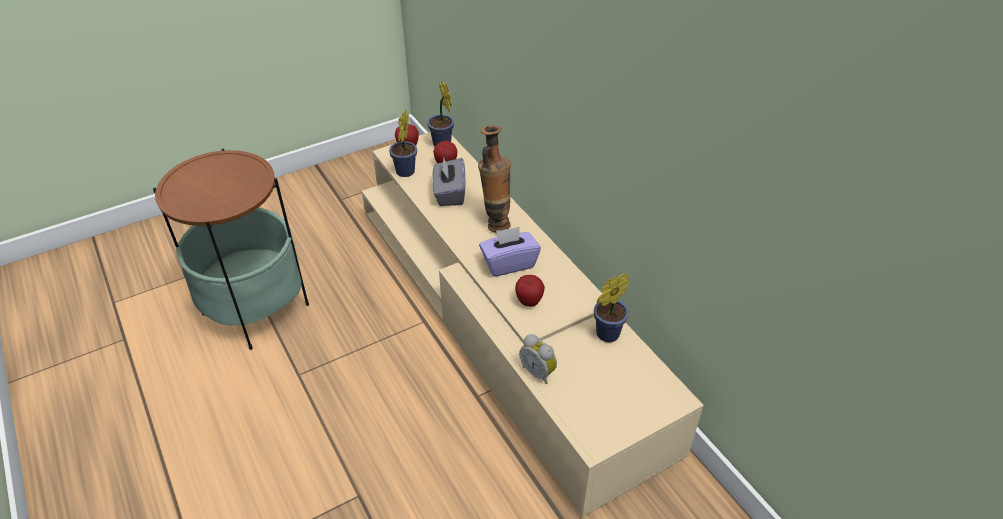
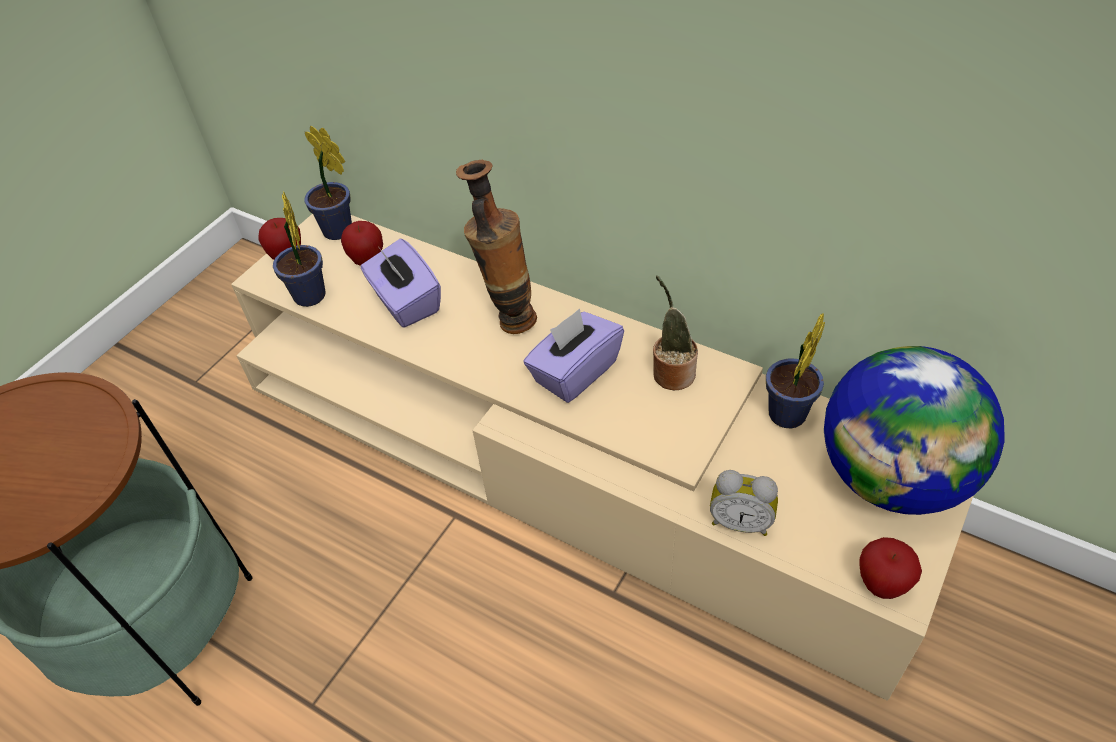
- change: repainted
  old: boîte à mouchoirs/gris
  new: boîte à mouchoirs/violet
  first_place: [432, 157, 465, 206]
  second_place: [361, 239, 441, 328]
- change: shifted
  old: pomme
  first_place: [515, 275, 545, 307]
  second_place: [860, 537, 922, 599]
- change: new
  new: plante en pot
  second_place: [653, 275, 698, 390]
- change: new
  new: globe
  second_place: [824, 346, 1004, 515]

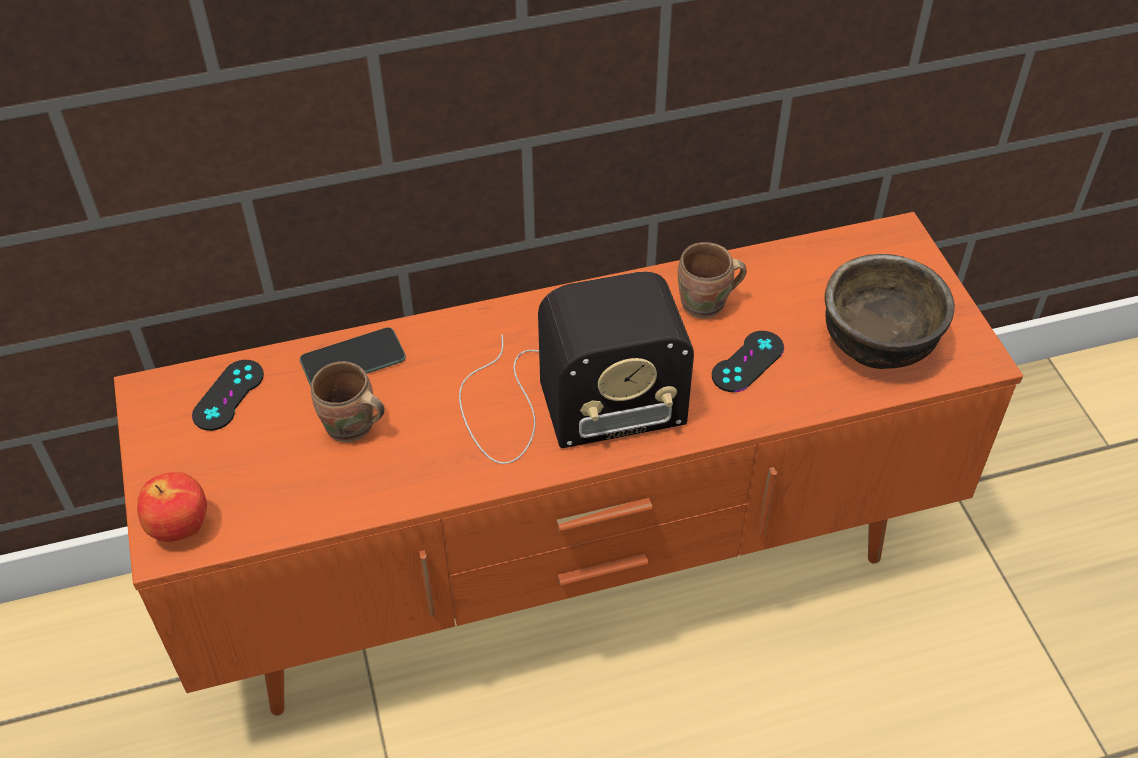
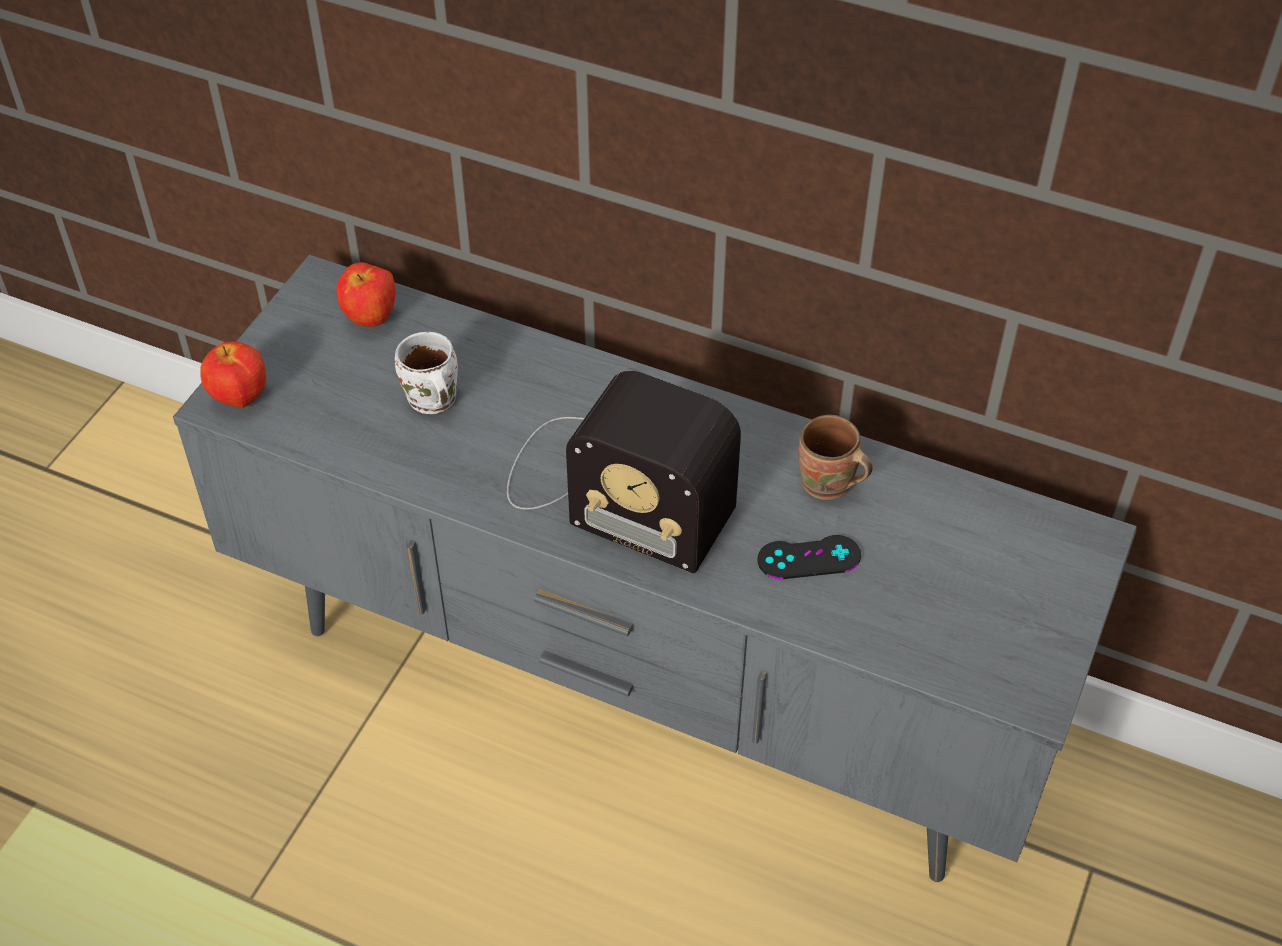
- change: repainted
  old: meuble télé/orange
  new: meuble télé/gris
  first_place: [114, 212, 1023, 716]
  second_place: [173, 255, 1137, 882]
- change: swapped
  old: manette/noir
  new: pomme
  first_place: [192, 360, 264, 431]
  second_place: [336, 262, 396, 327]
- change: gone
  old: téléphone
  first_place: [300, 327, 406, 386]
- change: repainted
  old: mug/marron
  new: mug/blanc
  first_place: [311, 361, 385, 442]
  second_place: [395, 332, 458, 414]
- change: gone
  old: bol/marron
  first_place: [825, 254, 955, 369]

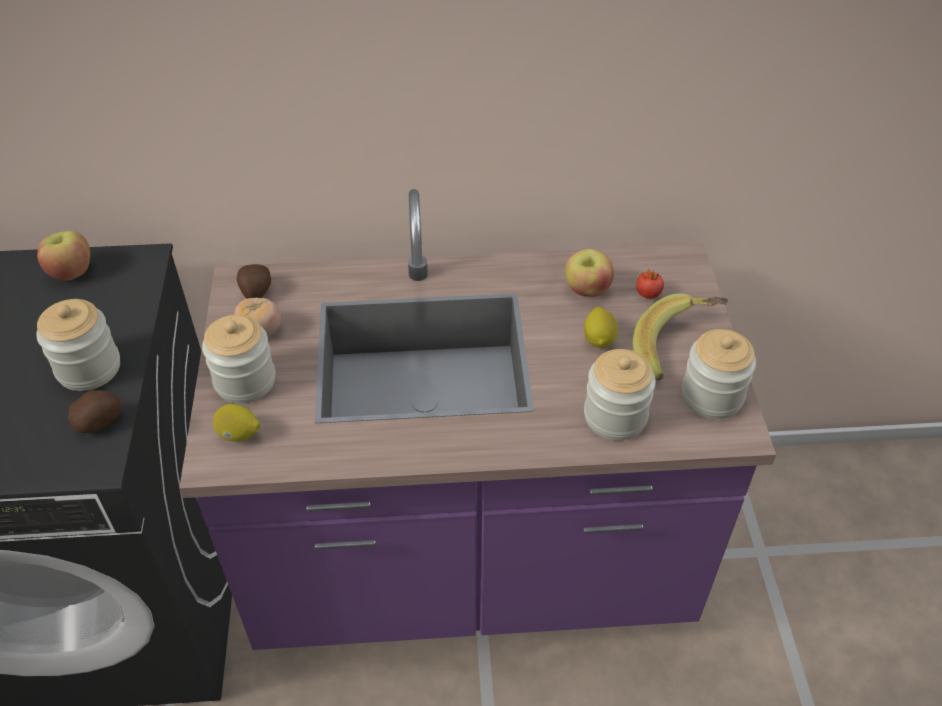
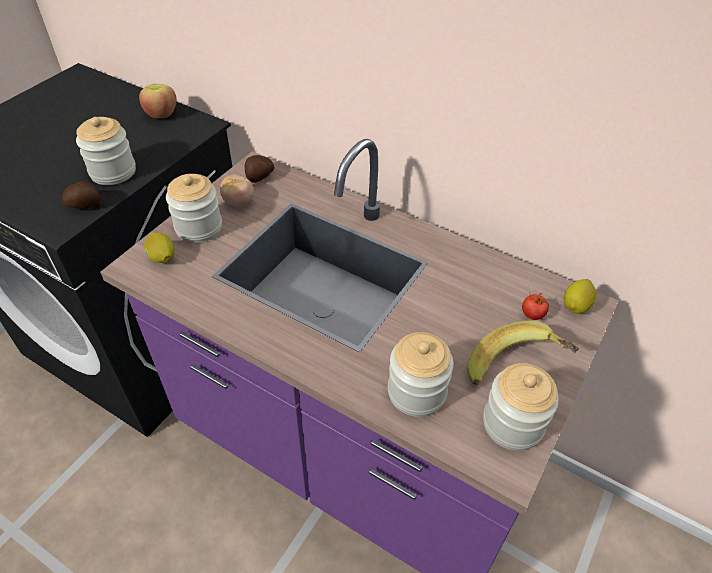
- change: gone
  old: pomme
  first_place: [565, 249, 614, 297]
- change: shifted
  old: citron
  first_place: [584, 307, 618, 348]
  second_place: [563, 279, 597, 314]

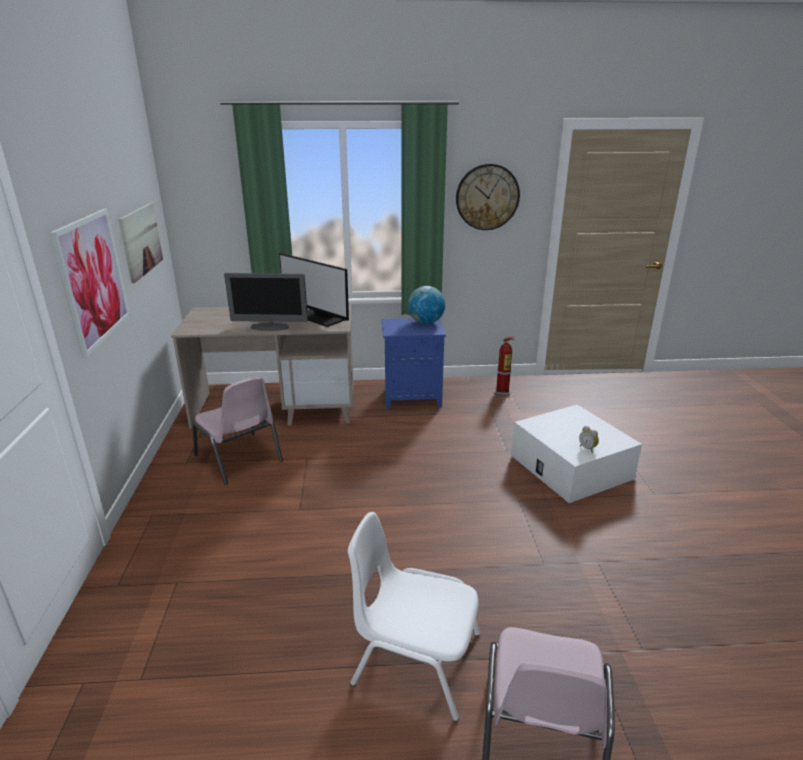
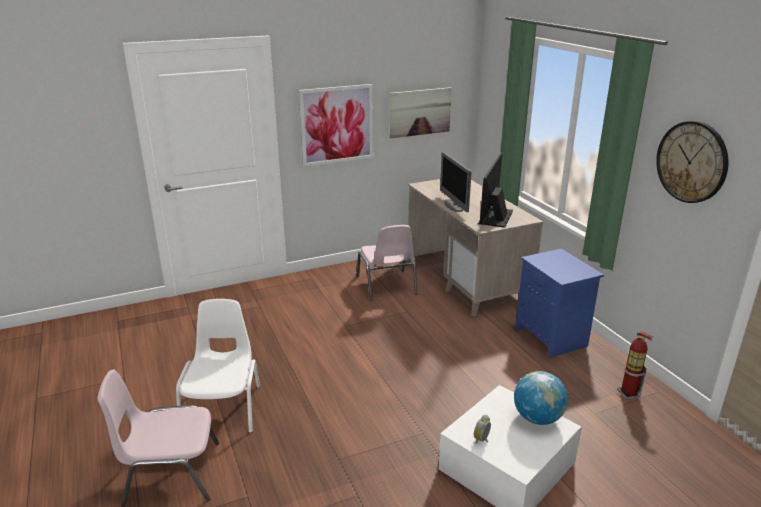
- change: rotated
  old: chaise/rose
  first_place: [193, 377, 283, 485]
  second_place: [357, 225, 417, 301]
  degrees: -45
- change: shifted
  old: globe
  first_place: [408, 286, 445, 324]
  second_place: [514, 371, 568, 425]

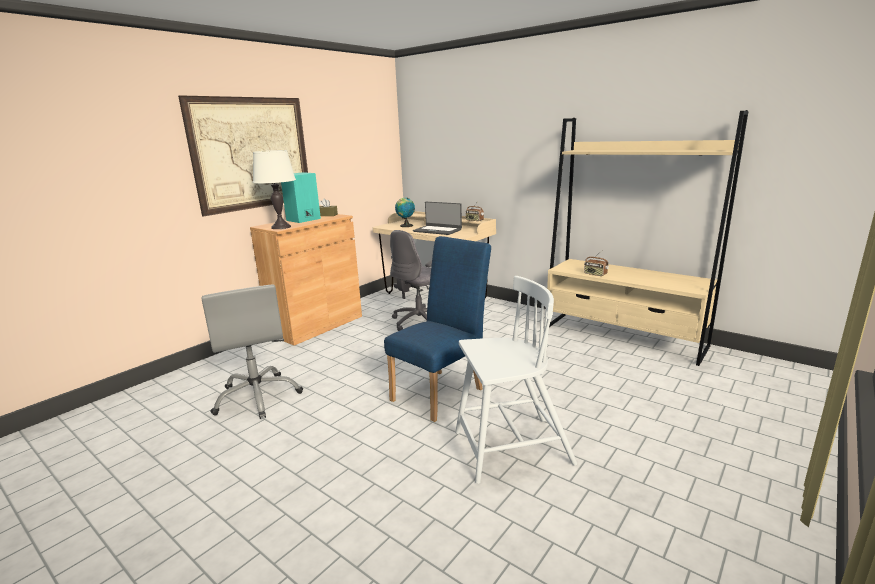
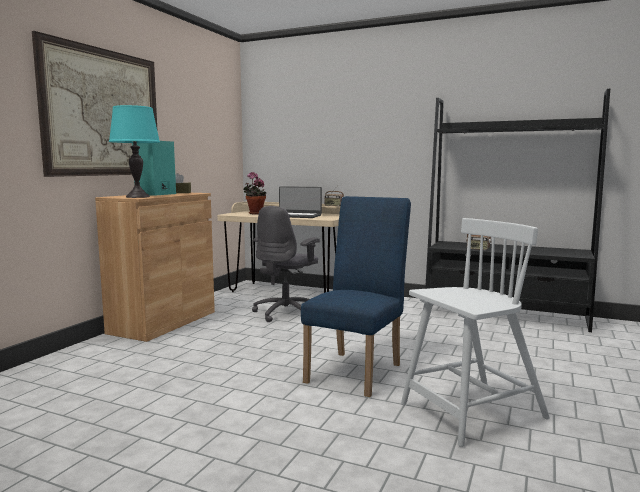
- change: gone
  old: chaise de bureau/gris
  first_place: [201, 285, 303, 419]
- change: repainted
  old: lampe de table/blanc
  new: lampe de table/turquoise
  first_place: [253, 150, 296, 229]
  second_place: [109, 105, 160, 198]
- change: swapped
  old: globe
  new: plante en pot
  first_place: [395, 198, 415, 227]
  second_place: [243, 172, 266, 214]
- change: repainted
  old: bibliothèque/beige
  new: bibliothèque/noir
  first_place: [547, 110, 749, 366]
  second_place: [425, 89, 610, 332]

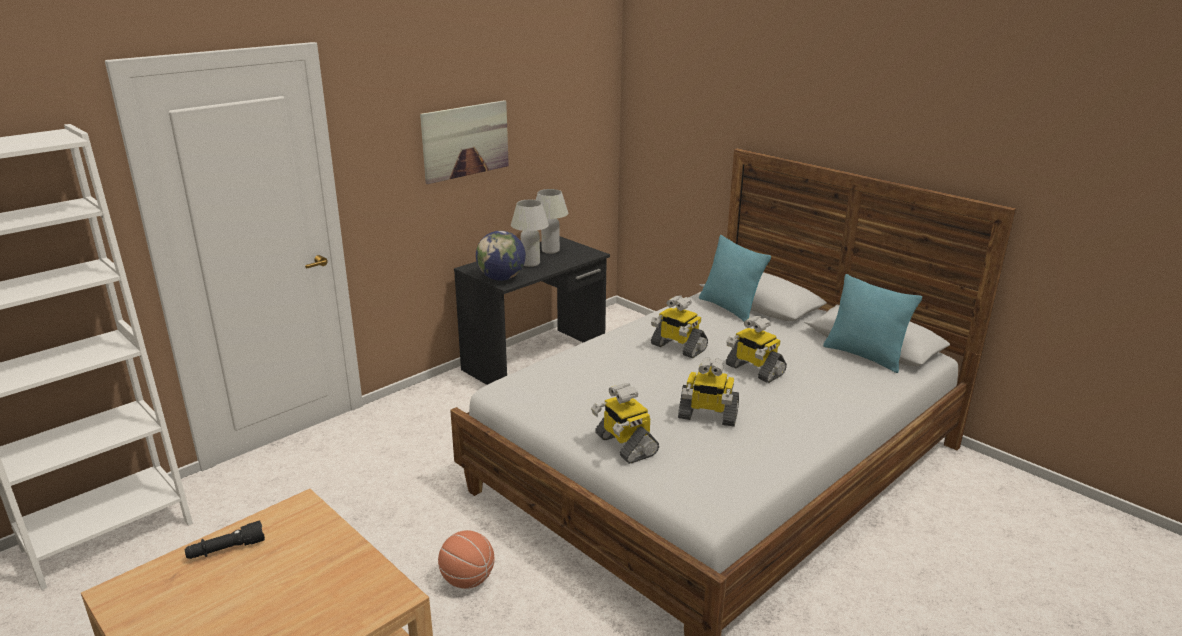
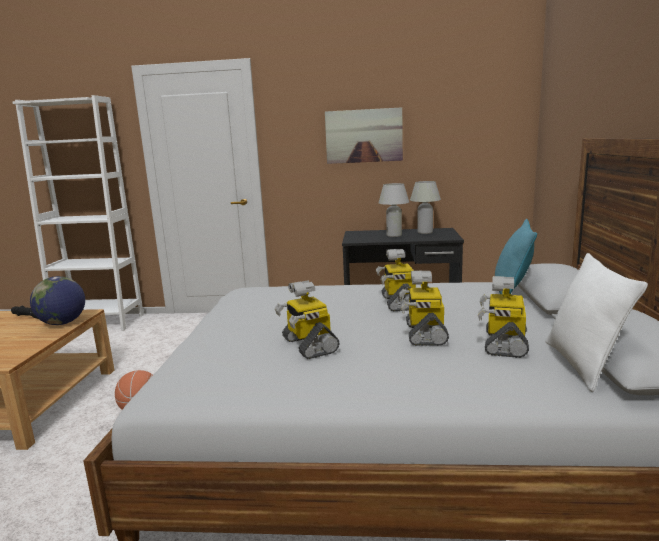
- change: shifted
  old: globe
  first_place: [476, 231, 526, 281]
  second_place: [30, 276, 85, 325]
- change: shifted
  old: robot jouet
  first_place: [591, 383, 659, 464]
  second_place: [478, 276, 529, 358]
- change: repainted
  old: coussin/turquoise
  new: coussin/blanc
  first_place: [823, 274, 922, 373]
  second_place: [546, 253, 648, 392]

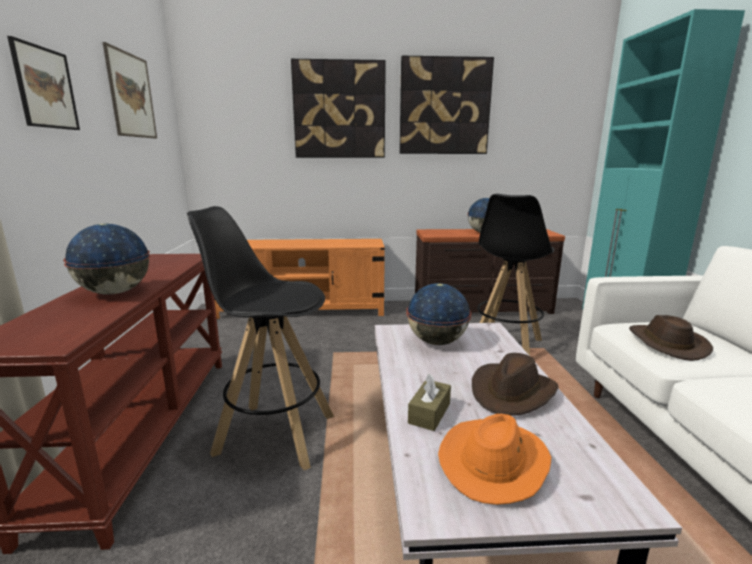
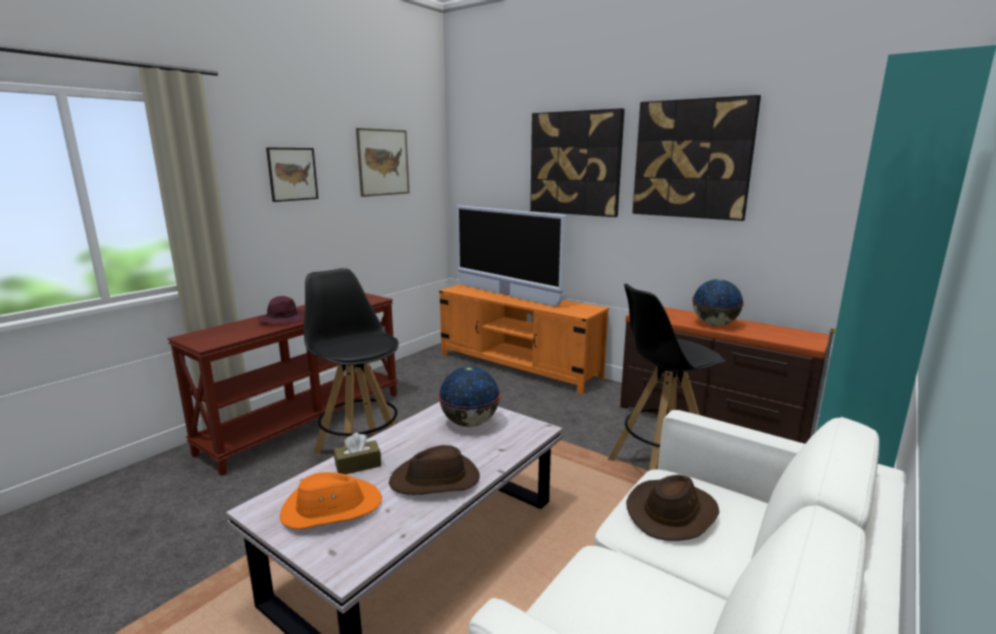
- change: swapped
  old: globe
  new: chapeau/violet
  first_place: [63, 224, 150, 295]
  second_place: [257, 296, 305, 324]
- change: new
  new: téléviseur
  second_place: [456, 206, 566, 307]

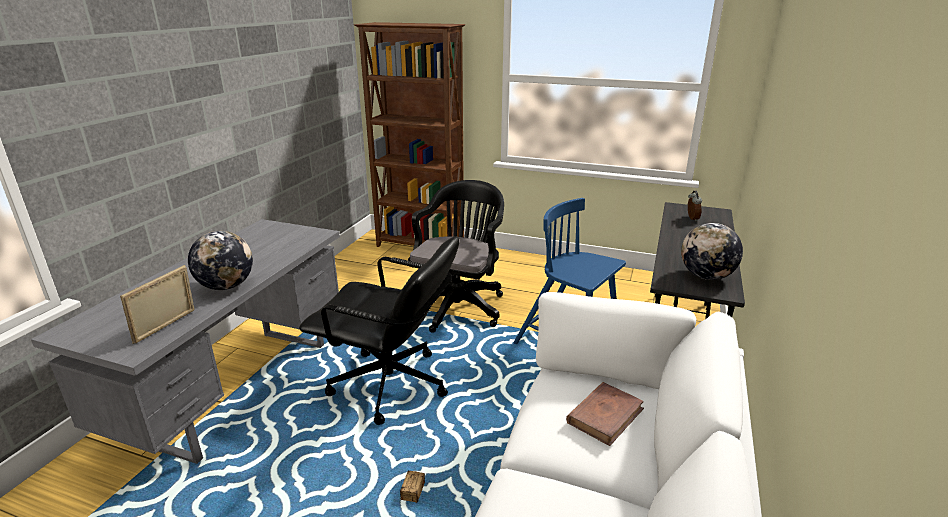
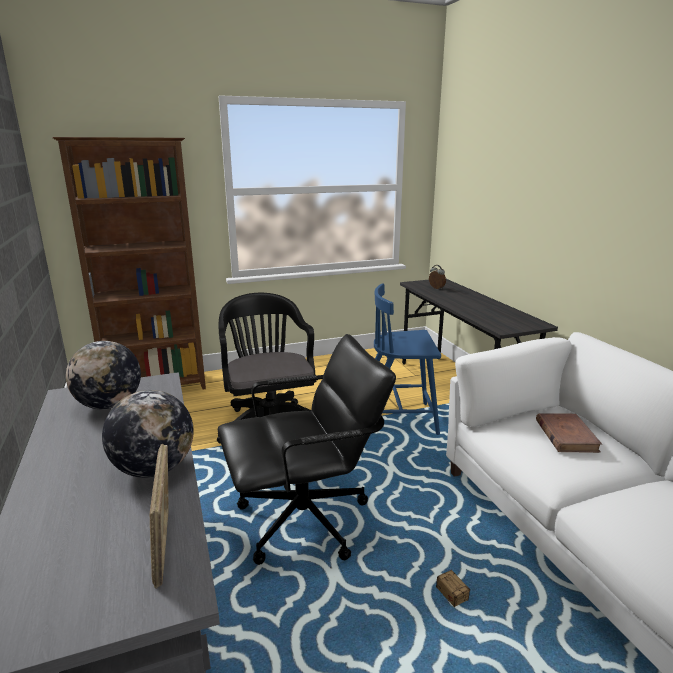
- change: shifted
  old: globe
  first_place: [681, 223, 743, 280]
  second_place: [66, 341, 141, 409]

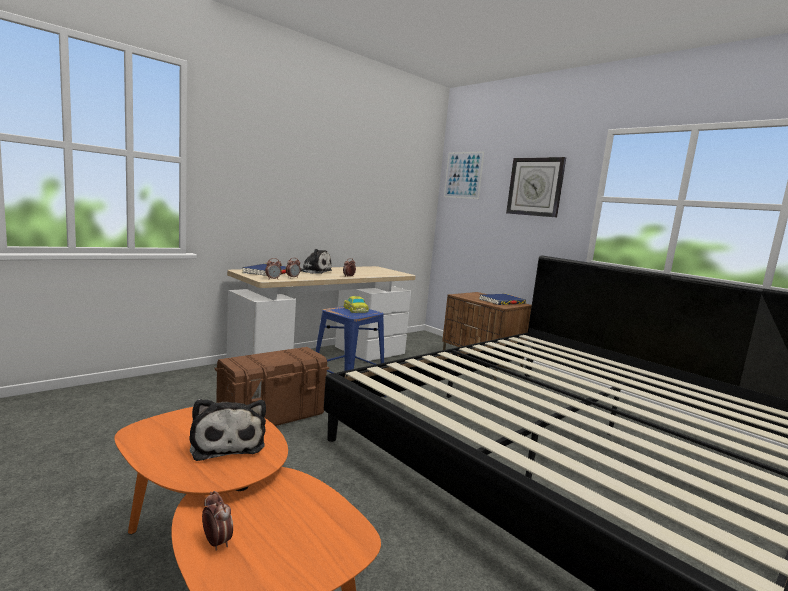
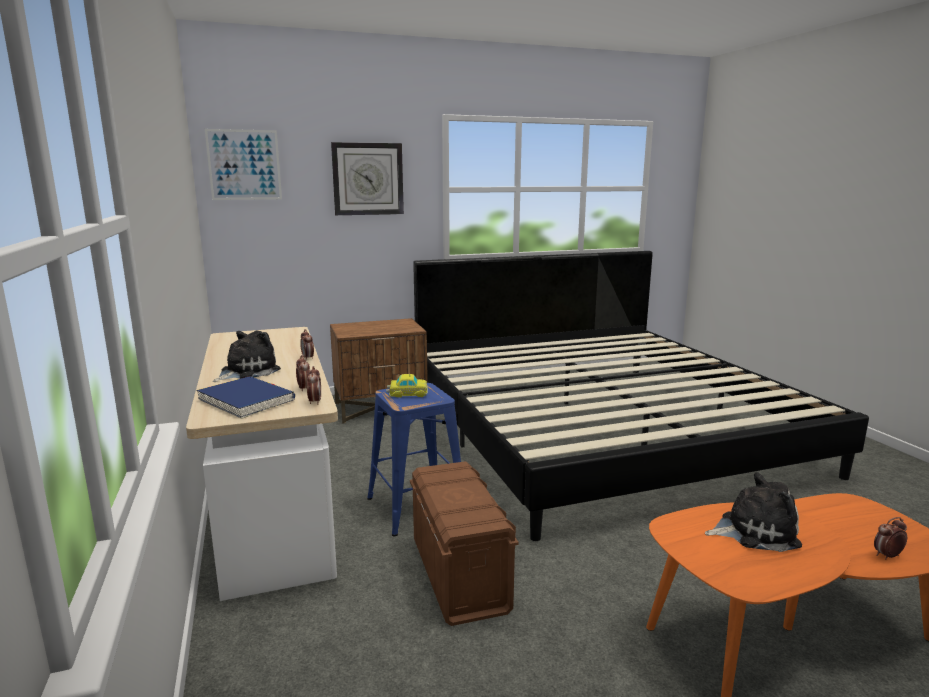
- change: gone
  old: livre/bleu
  first_place: [479, 294, 526, 305]

